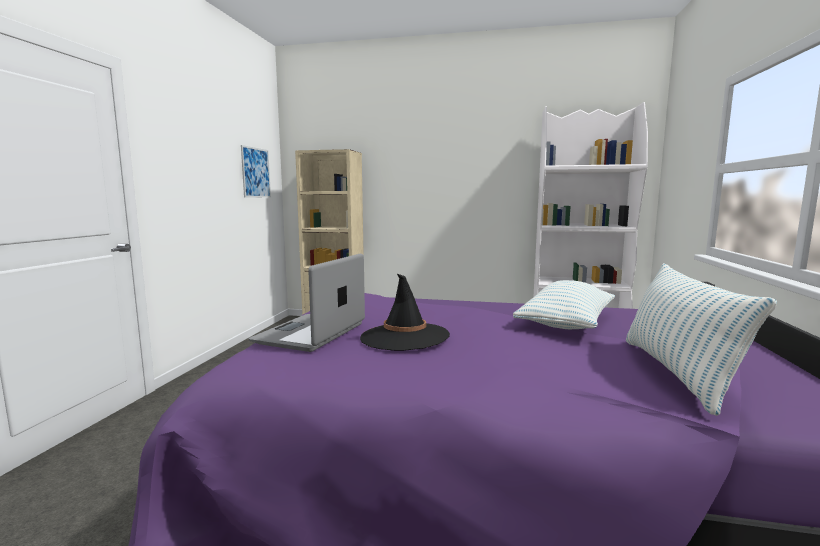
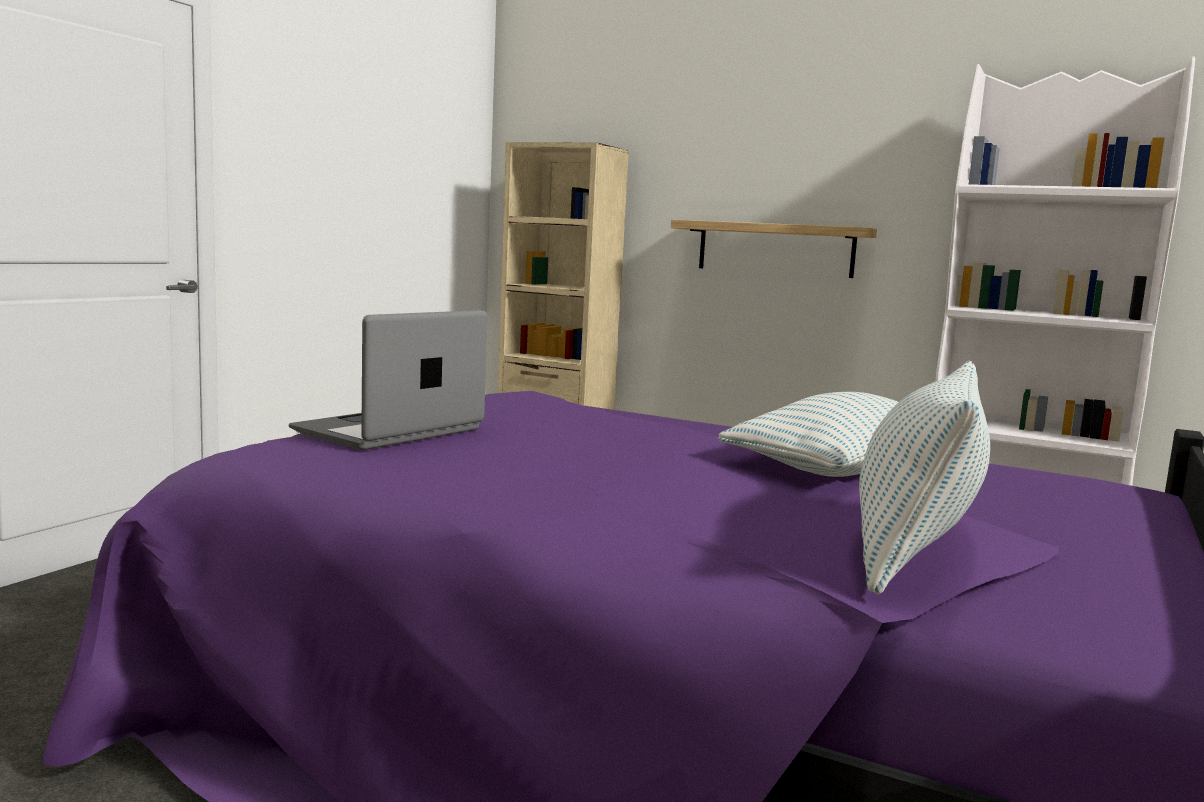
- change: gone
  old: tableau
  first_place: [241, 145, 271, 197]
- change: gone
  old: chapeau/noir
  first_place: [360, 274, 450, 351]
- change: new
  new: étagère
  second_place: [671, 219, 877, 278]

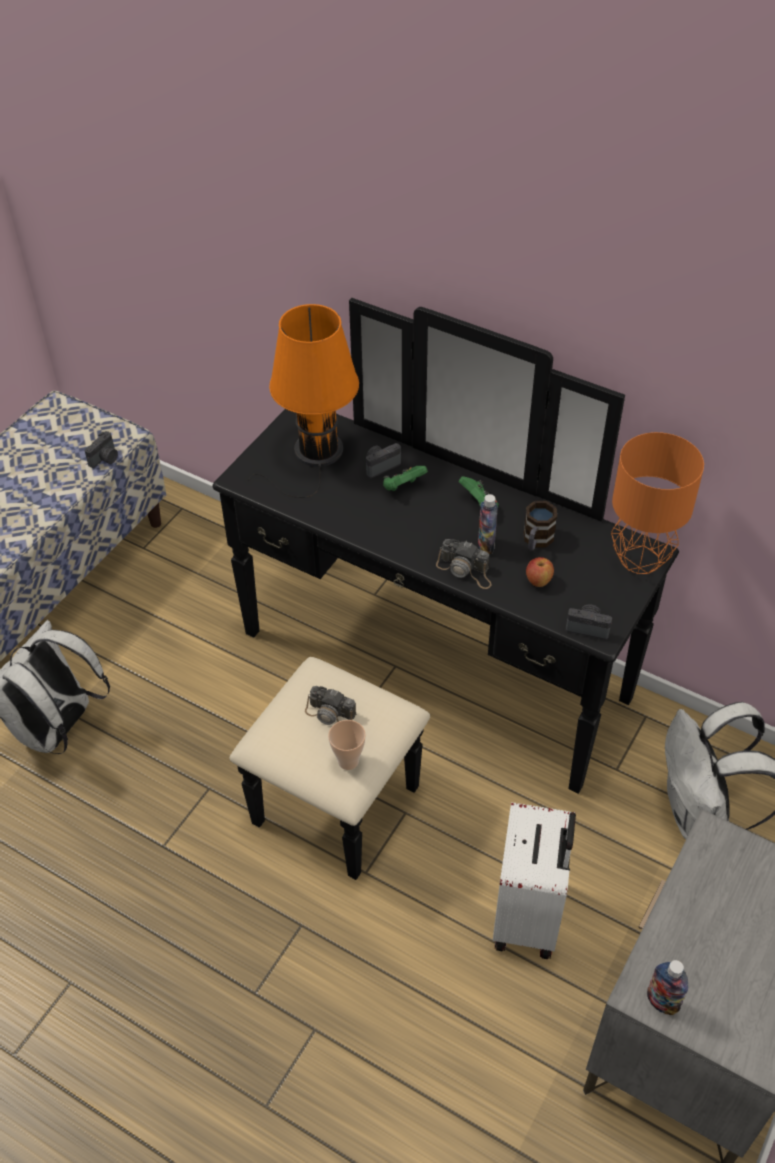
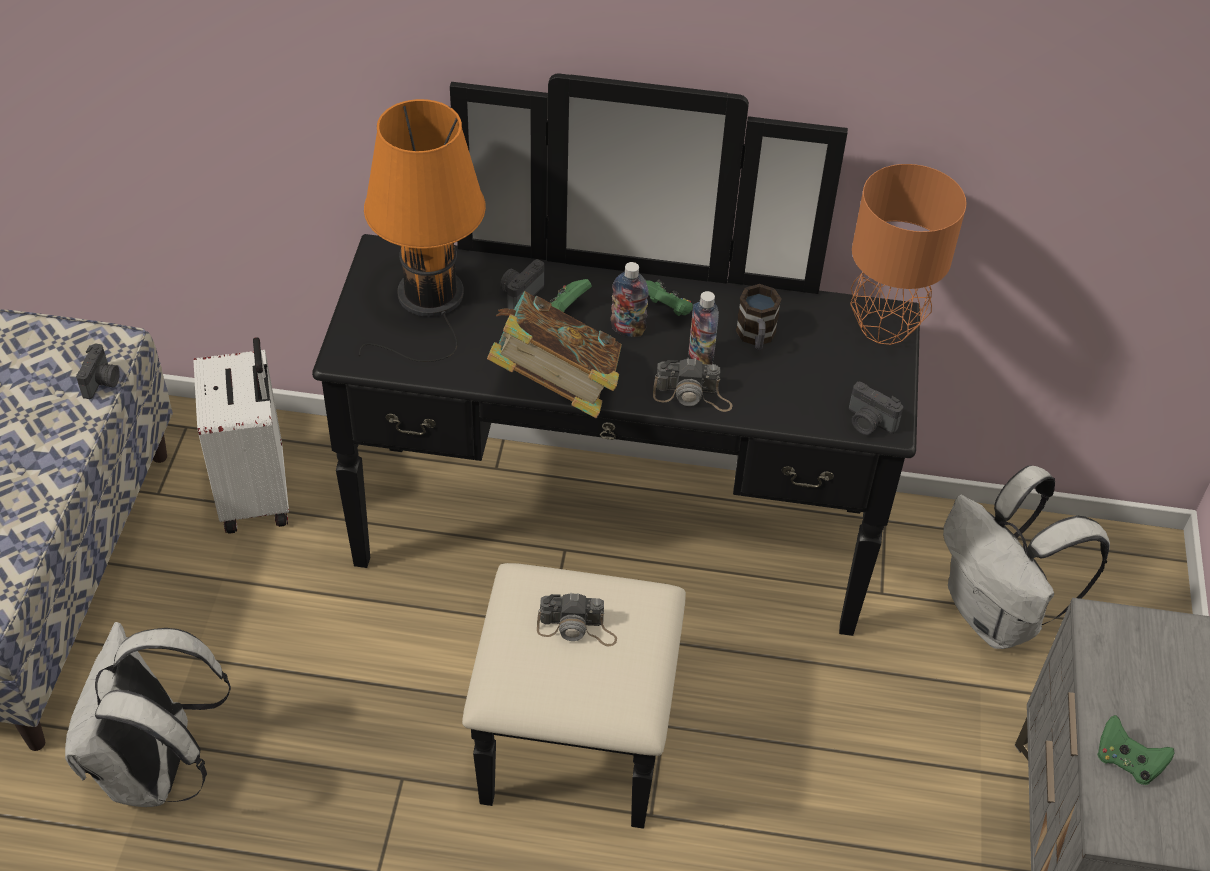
- change: gone
  old: tasse
  first_place: [328, 720, 366, 770]
- change: shifted
  old: valise/blanc
  first_place: [493, 802, 576, 959]
  second_place: [194, 337, 289, 534]
- change: gone
  old: pomme
  first_place: [526, 557, 554, 587]
- change: rotated
  old: appareil photo
  first_place: [566, 604, 612, 640]
  second_place: [849, 382, 903, 435]
  degrees: -135
- change: shifted
  old: bouteille
  first_place: [647, 960, 688, 1015]
  second_place: [611, 262, 649, 337]
- change: new
  new: livre
  second_place: [487, 291, 622, 418]
- change: new
  new: manette/vert
  second_place: [1097, 715, 1175, 785]

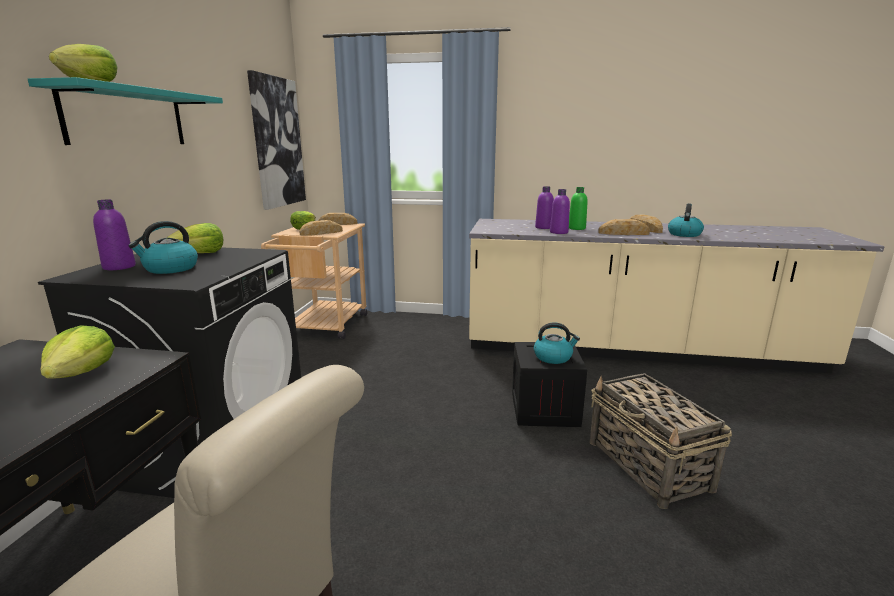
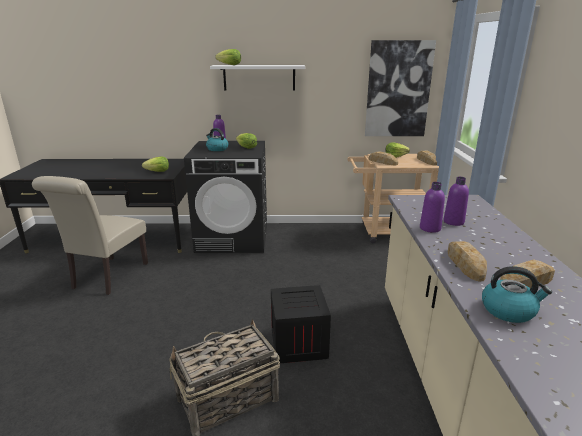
- change: repainted
  old: étagère/turquoise
  new: étagère/blanc
  first_place: [28, 77, 223, 145]
  second_place: [210, 65, 305, 91]
- change: gone
  old: bouilloire
  first_place: [534, 322, 580, 364]
- change: gone
  old: bouteille/vert
  first_place: [569, 187, 588, 230]

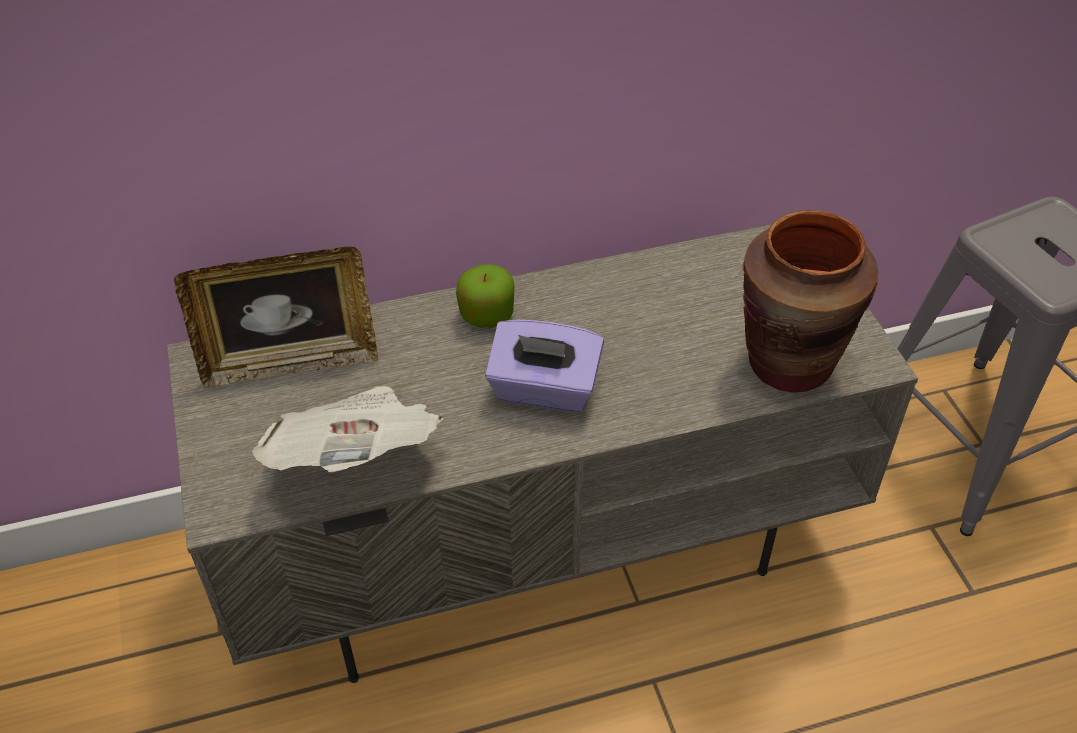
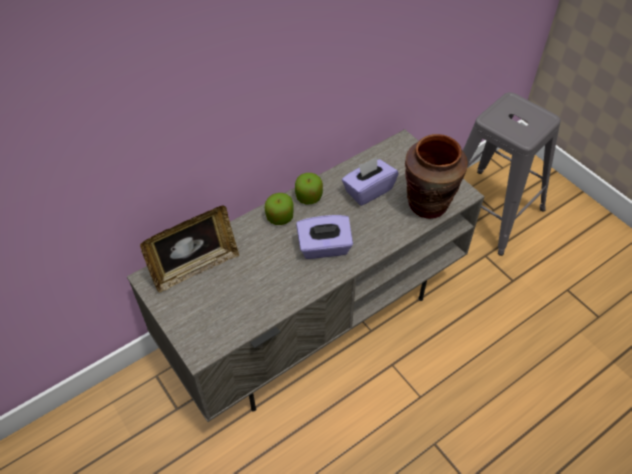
- change: gone
  old: journal
  first_place: [252, 386, 443, 472]
- change: new
  new: pomme
  second_place: [295, 173, 323, 204]
- change: new
  new: boîte à mouchoirs/violet
  second_place: [342, 157, 398, 206]

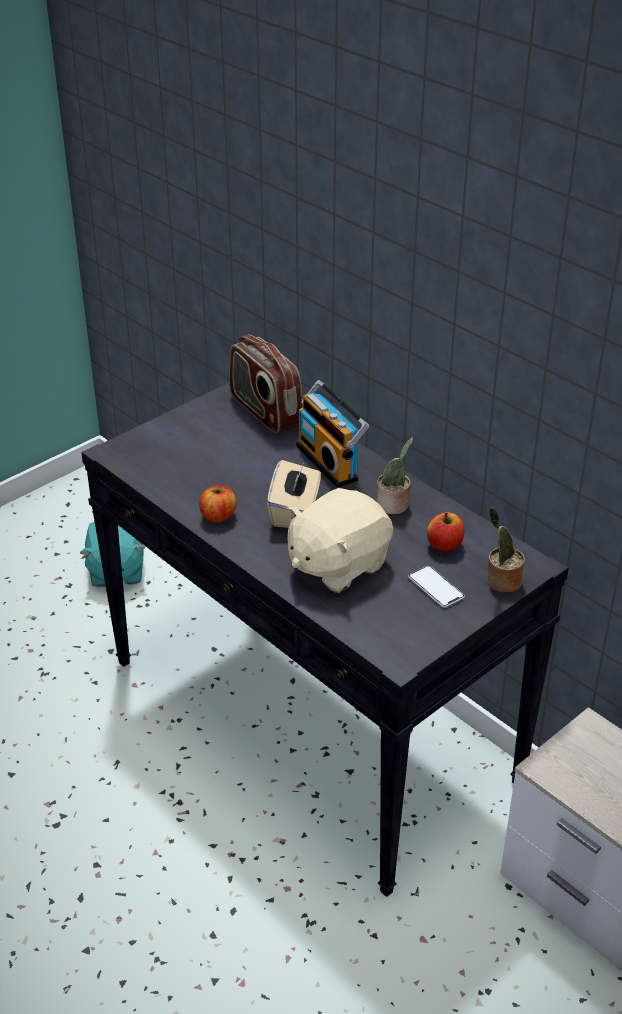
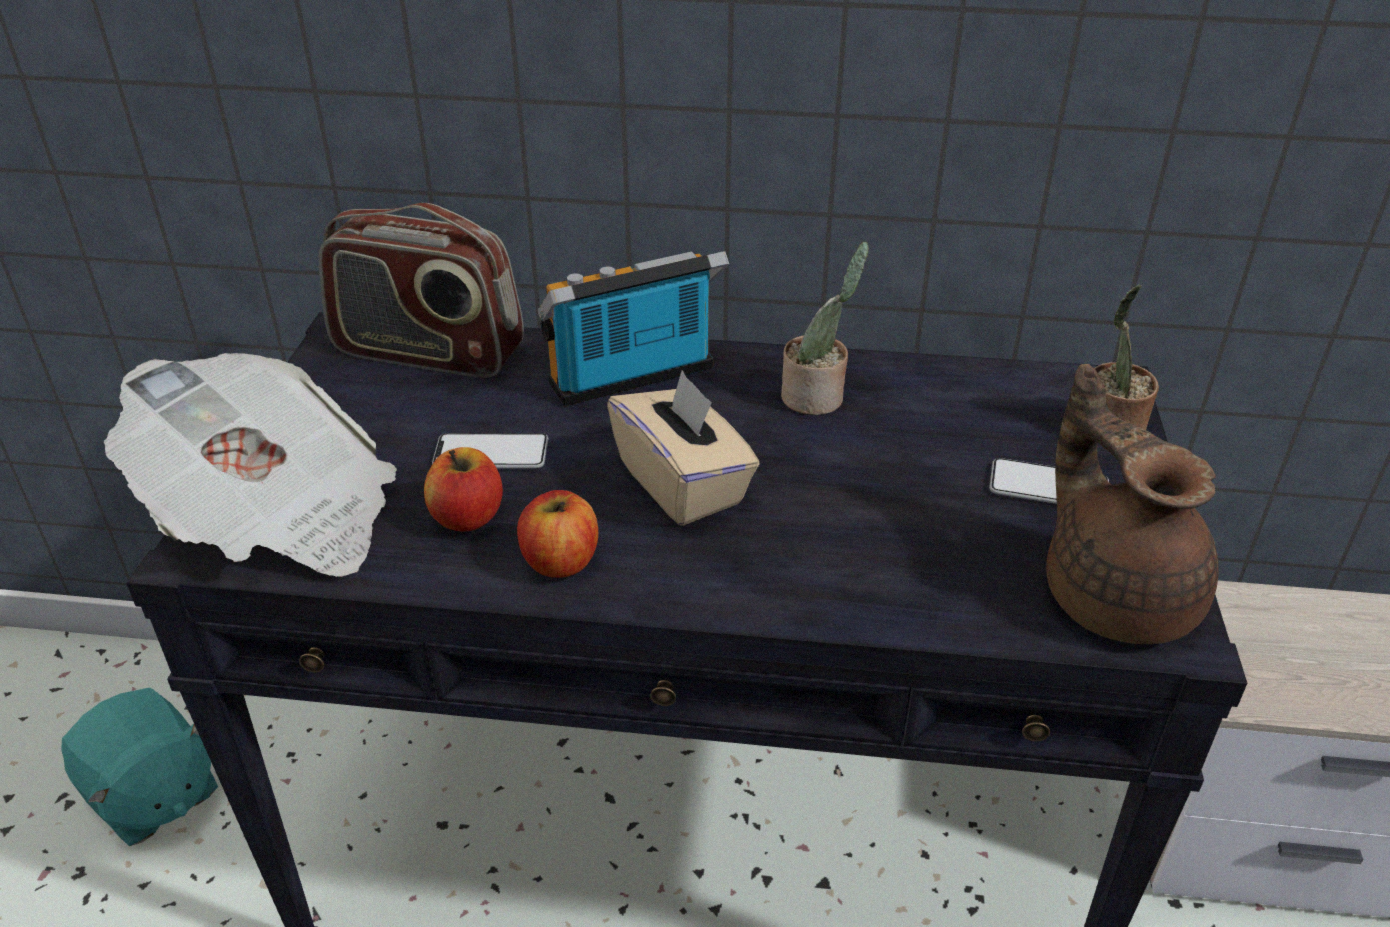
- change: gone
  old: peluche/beige
  first_place: [287, 488, 393, 593]
- change: rotated
  old: radio
  first_place: [296, 380, 369, 488]
  second_place: [538, 251, 729, 406]
  degrees: 135
- change: shifted
  old: pomme
  first_place: [427, 512, 464, 552]
  second_place: [424, 447, 503, 532]
- change: new
  new: journal
  second_place: [104, 353, 397, 577]
- change: new
  new: téléphone
  second_place: [432, 433, 548, 469]
- change: new
  new: théière/marron
  second_place: [1047, 364, 1219, 644]

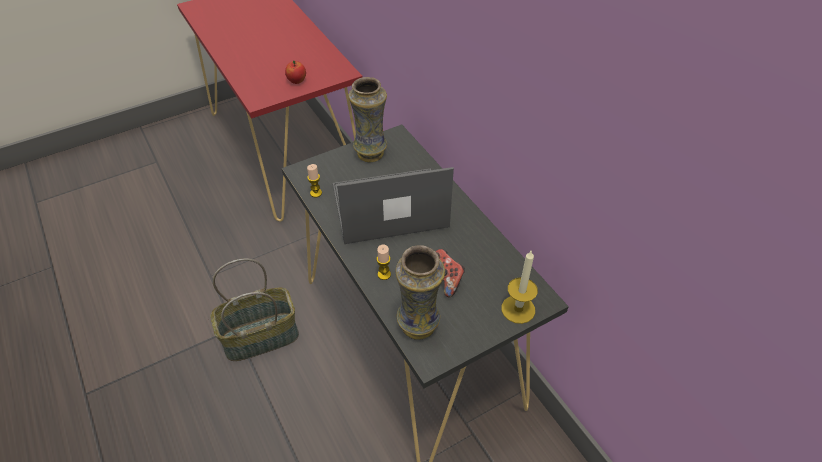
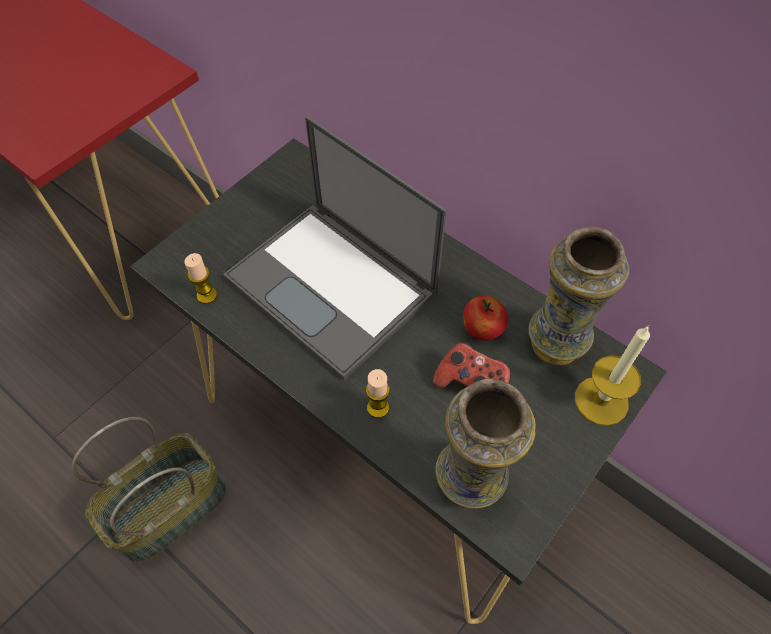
- change: shifted
  old: pomme
  first_place: [285, 60, 306, 84]
  second_place: [463, 295, 508, 341]
- change: rotated
  old: ordinateur portable
  first_place: [333, 167, 454, 244]
  second_place: [223, 116, 447, 381]
  degrees: -105
- change: shifted
  old: vase
  first_place: [349, 77, 387, 162]
  second_place: [528, 227, 629, 365]

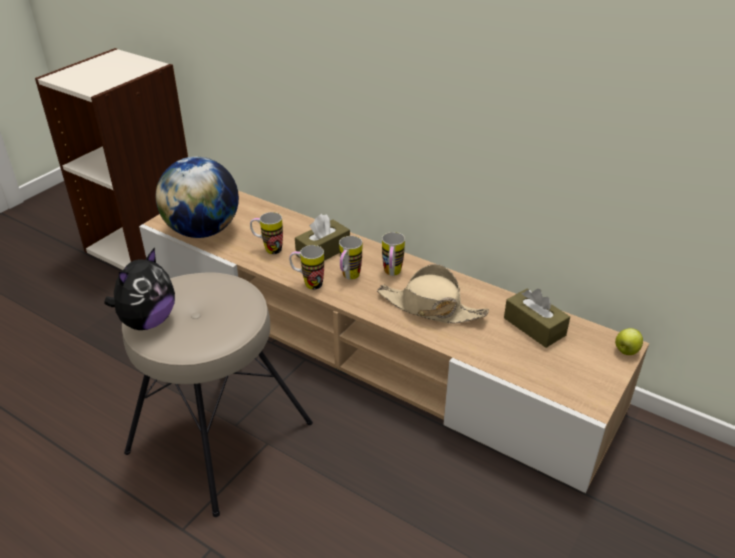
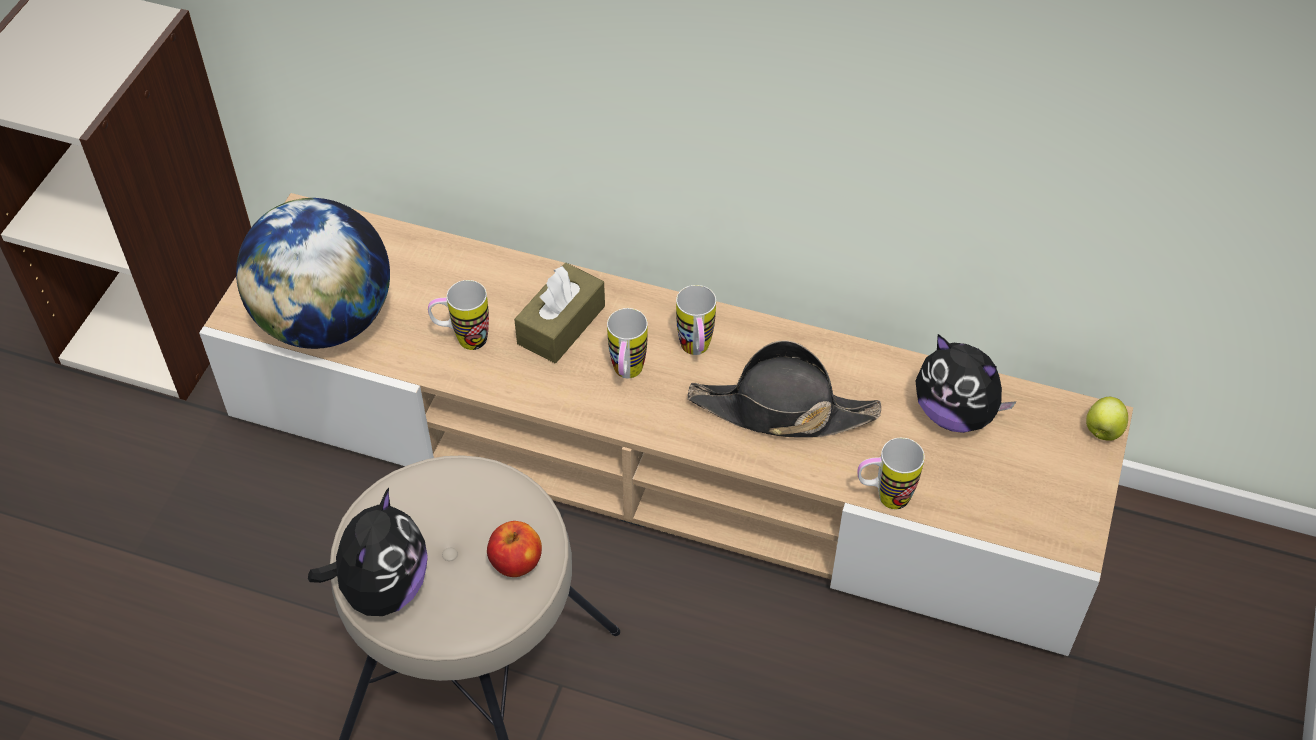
- change: shifted
  old: mug
  first_place: [289, 245, 324, 290]
  second_place: [857, 438, 925, 509]
- change: repainted
  old: chapeau/beige
  new: chapeau/noir
  first_place: [377, 264, 489, 323]
  second_place: [688, 340, 881, 438]
- change: swapped
  old: boîte à mouchoirs/marron
  new: peluche
  first_place: [504, 289, 570, 348]
  second_place: [915, 334, 1017, 433]
- change: new
  new: pomme
  second_place: [487, 521, 542, 577]

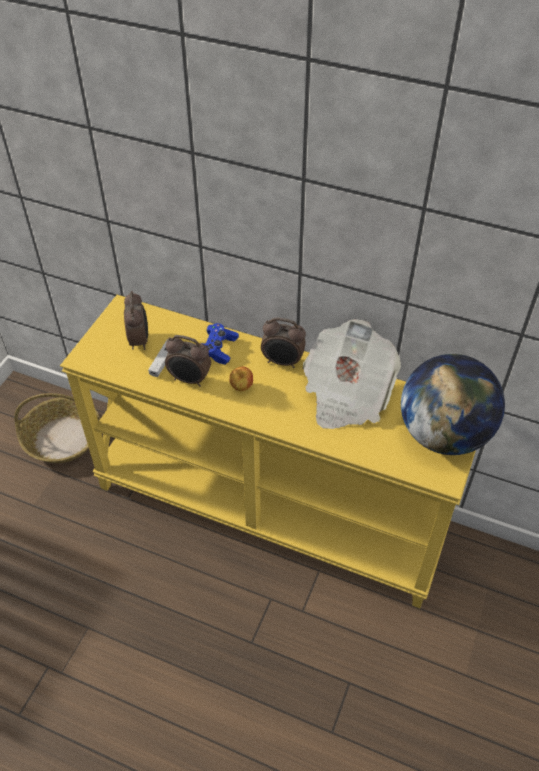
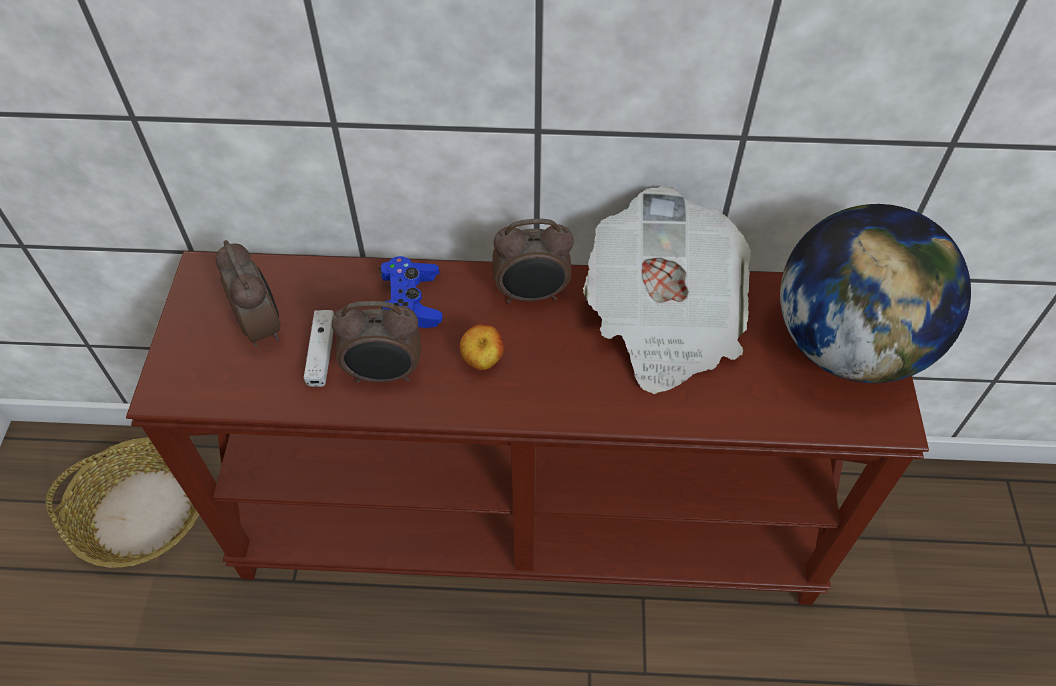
- change: repainted
  old: table console/jaune
  new: table console/marron
  first_place: [60, 295, 476, 608]
  second_place: [126, 251, 929, 605]

